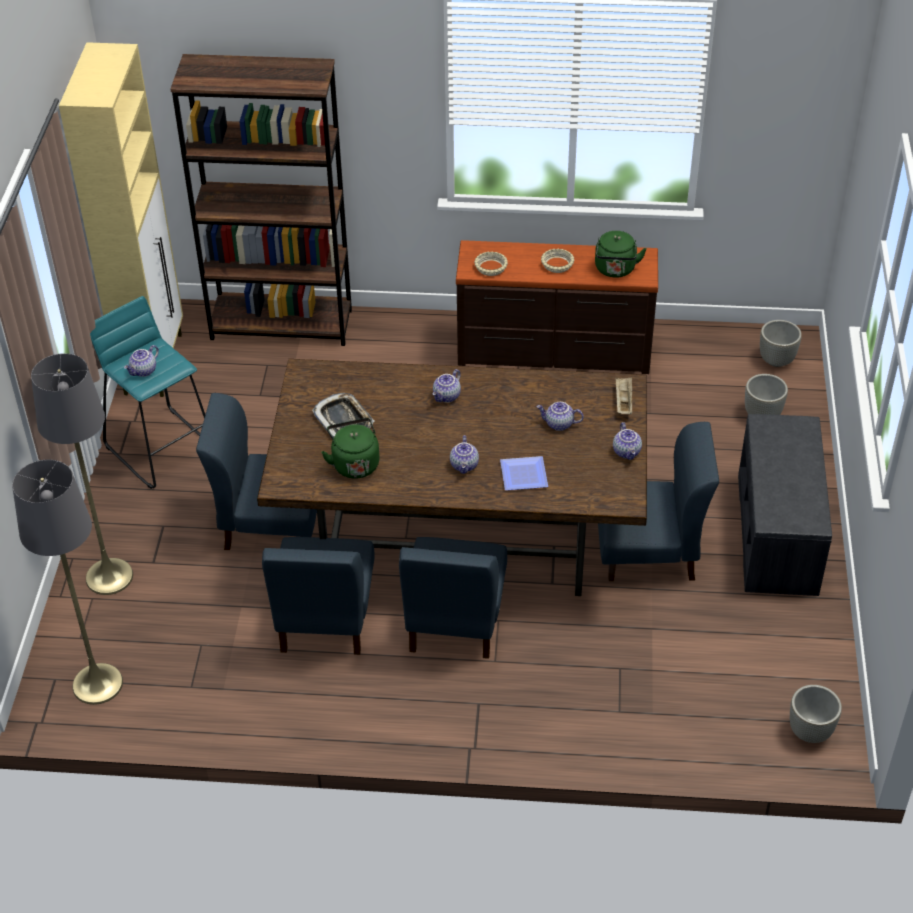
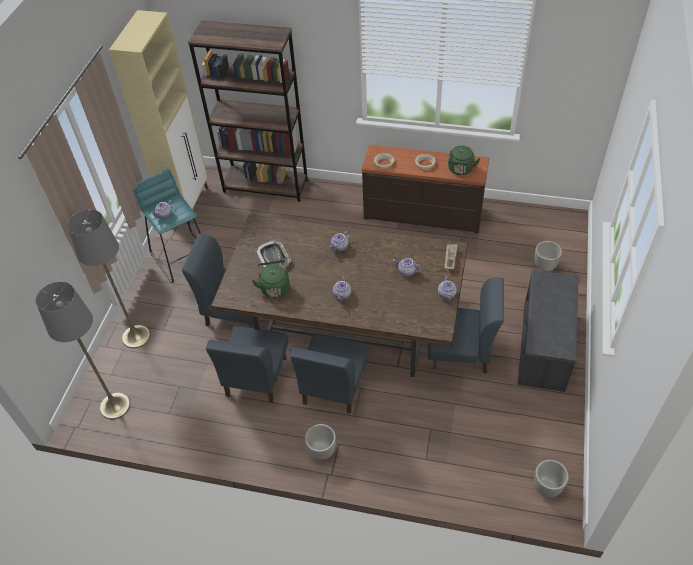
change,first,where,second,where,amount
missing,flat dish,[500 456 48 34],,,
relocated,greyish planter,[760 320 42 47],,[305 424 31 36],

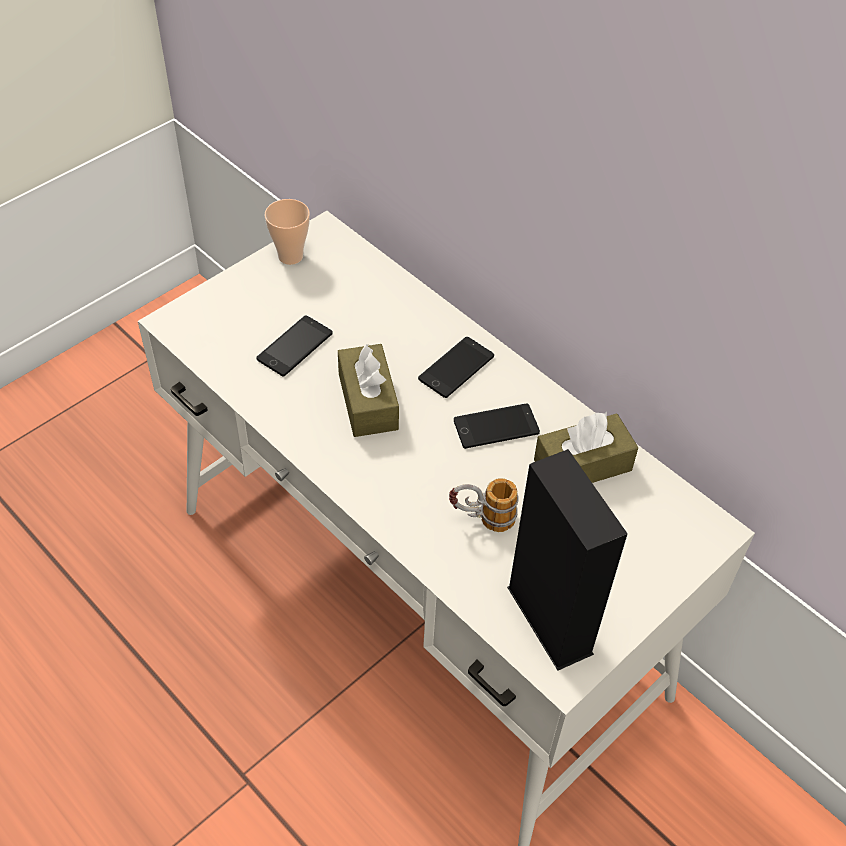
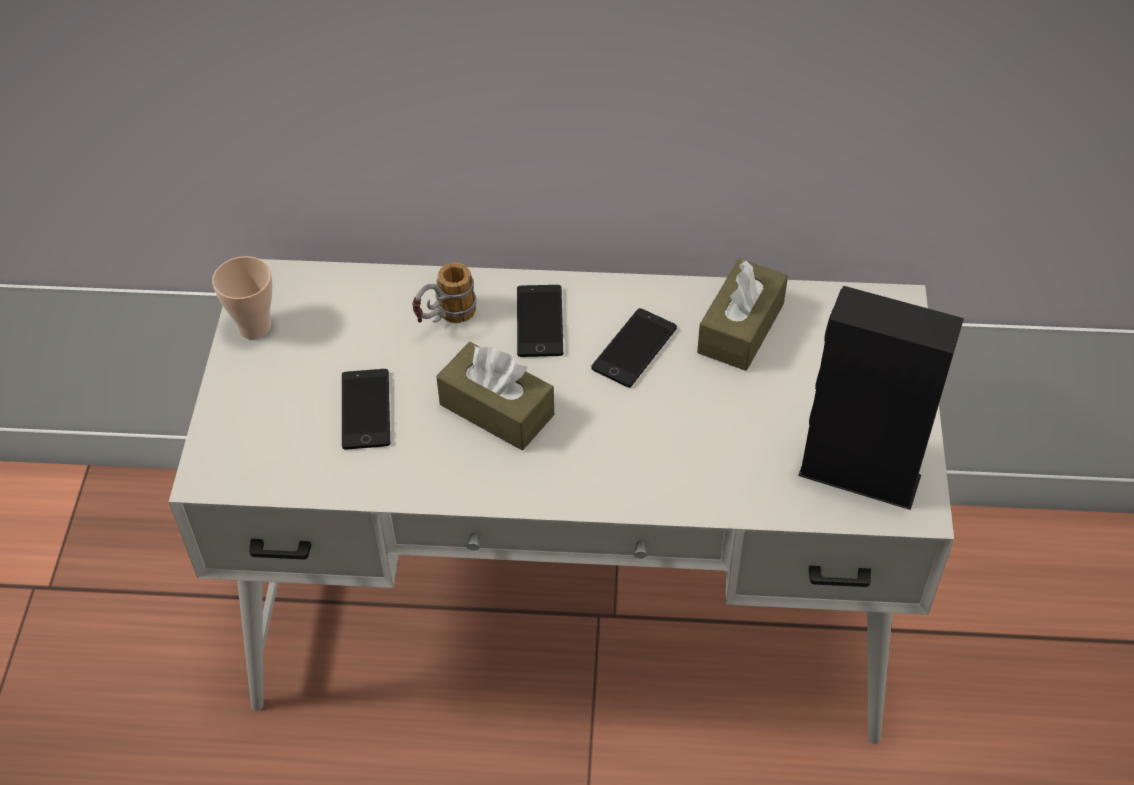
change,first,where,second,where,amount
relocated,mug,[449 478 70 54],,[412 263 64 60],

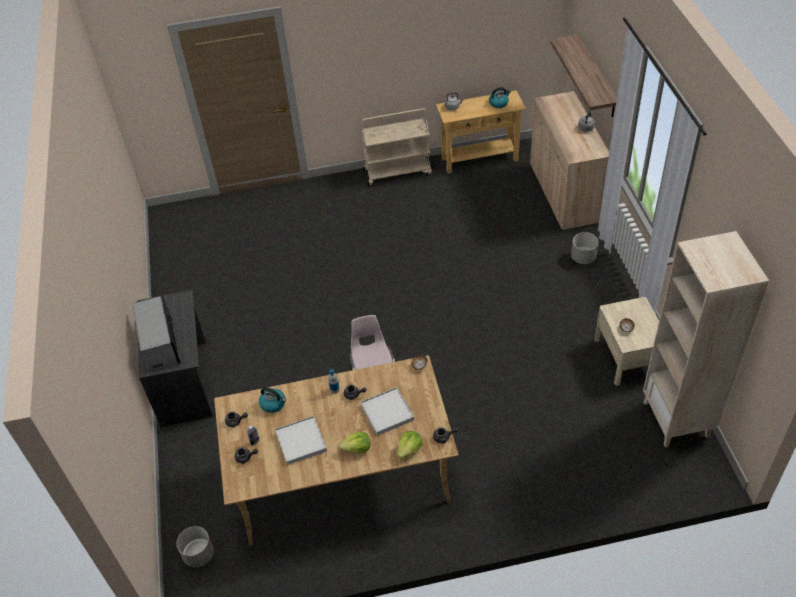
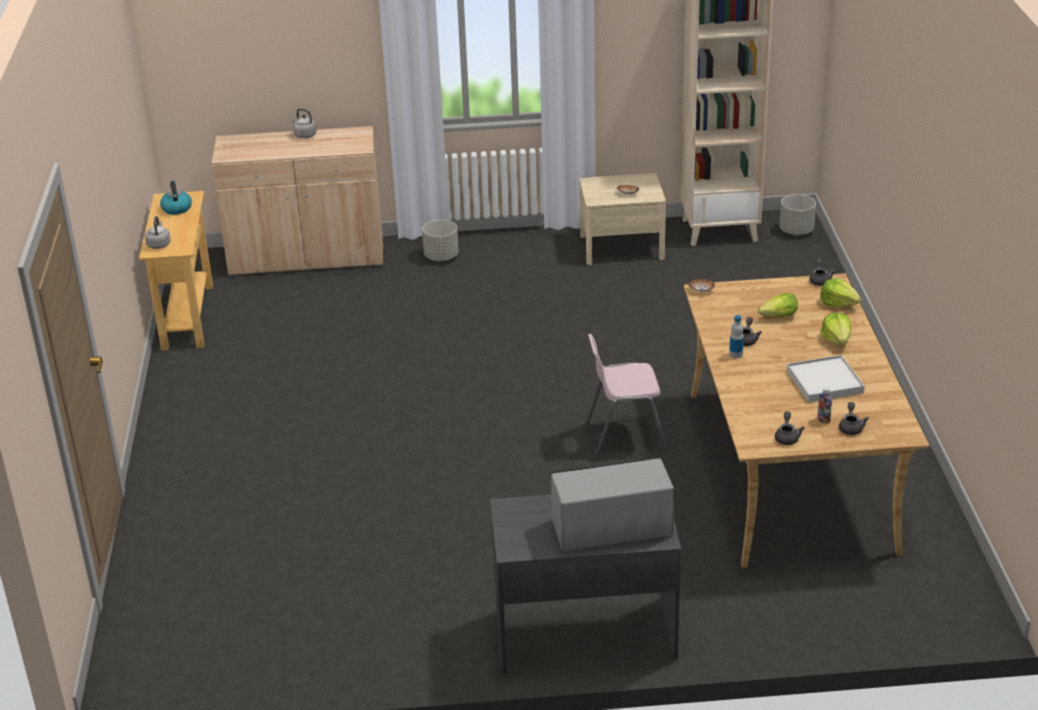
change,first,where,second,where,amount
relocated,greyish planter,[177 526 37 41],,[780 194 36 41],
missing,kettle,[259 387 27 26],,,
exchanged,whitish serving tray,[360 387 54 49],lettuce,[758 293 40 24],
missing,beige-coloured cart,[361 108 71 78],,,
missing,wall shelf,[550 35 67 82],,,

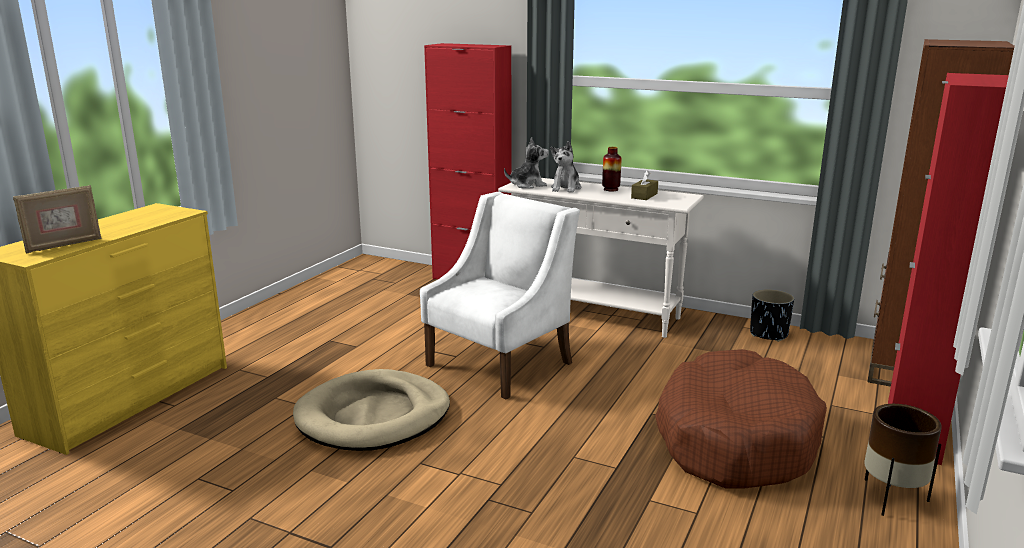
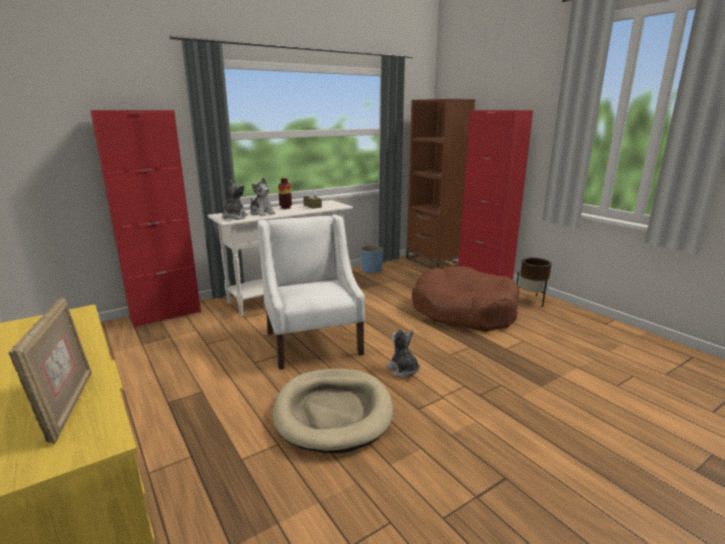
change,first,where,second,where,amount
colour,blackish planter,[750 289 44 53],blue planter,[361 245 22 29],
appeared,,,soft toy,[386 328 34 49],

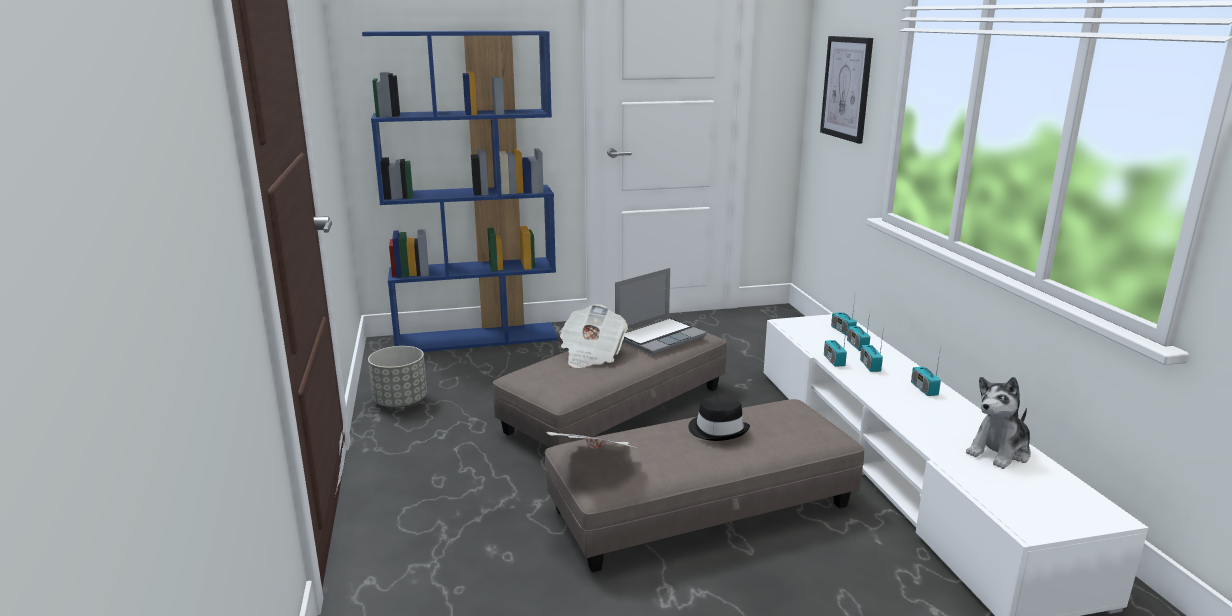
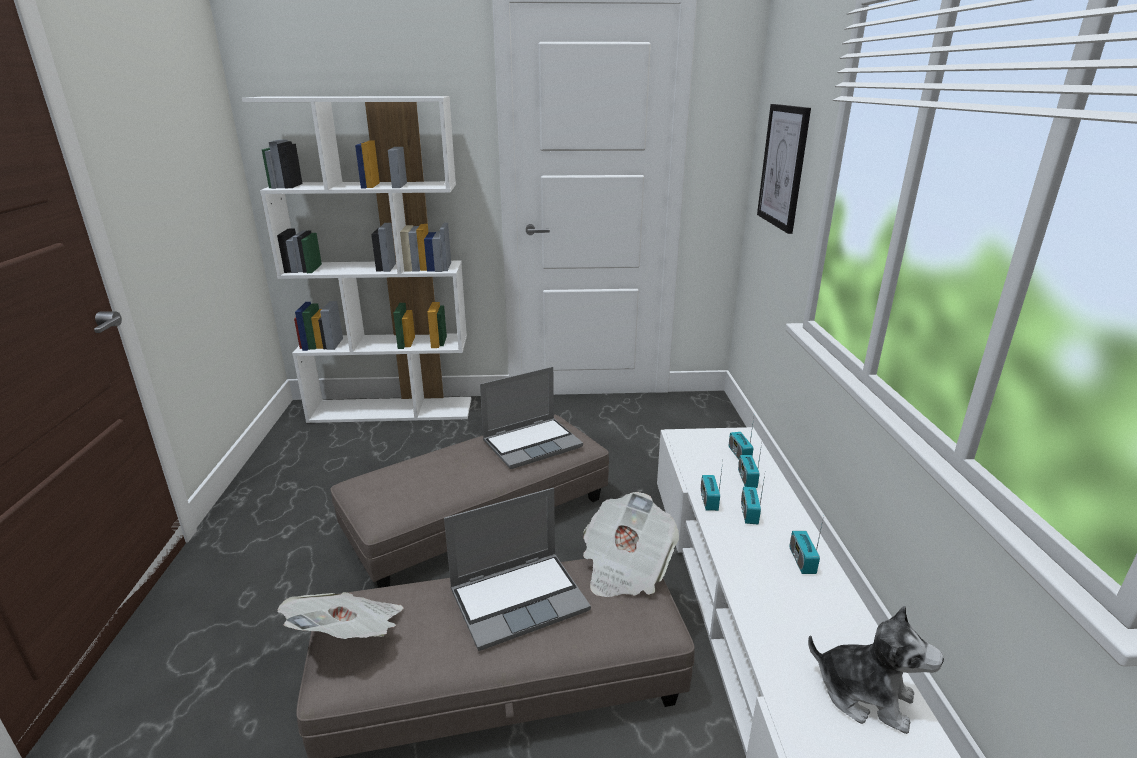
change,first,where,second,where,amount
colour,blue bookshelf,[362 31 196 321],whitish bookshelf,[242 96 229 327],
missing,greyish planter,[368 346 59 61],,,
relocated,daily paper,[559 304 69 64],,[583 492 96 105],
exchanged,blackish wearable hat,[689 397 61 44],portable computer,[444 488 147 163],
spun,soft toy,[966 377 65 92],,[808 606 136 128],120 degrees counterclockwise

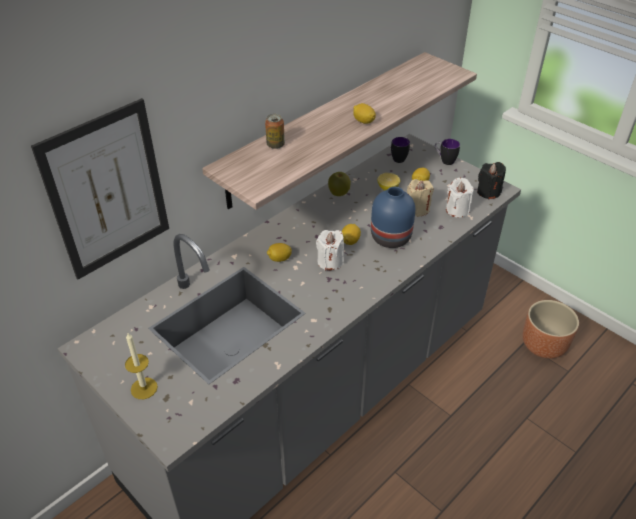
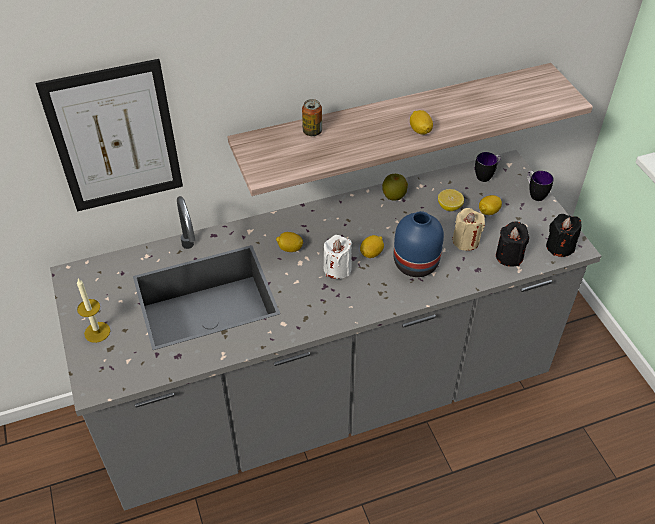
change,first,where,second,where,amount
colour,whitish wax light,[446 178 28 40],blackish wax light,[496 221 33 46],
missing,brownish planter,[523 300 56 59],,,

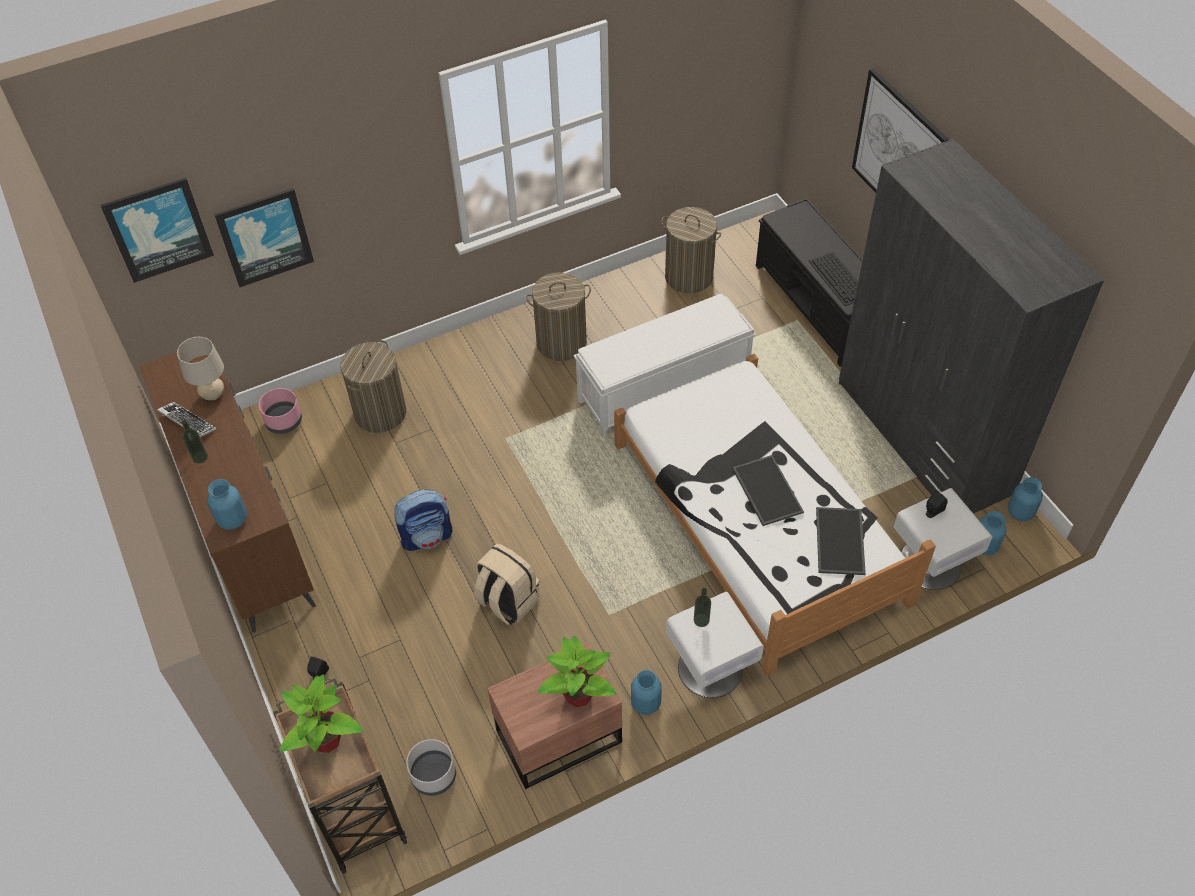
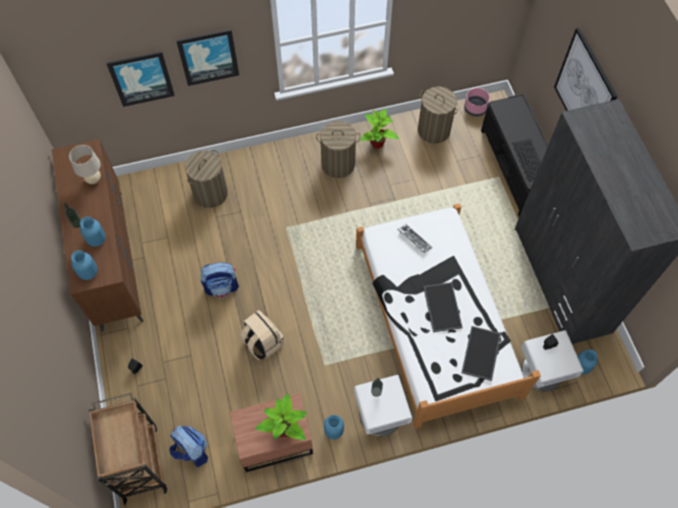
change,first,where,second,where,amount
relocated,wall picture,[100 178 114 105],,[176 29 63 57],
relocated,computer keyboard,[157 402 59 35],,[398 224 34 29],
relocated,pink planter,[259 388 43 46],,[464 88 26 28],
relocated,houseplant,[279 674 84 79],,[360 109 39 40],
exchanged,greyish planter,[406 739 50 57],backpack,[169 426 39 41],
missing,whitish indoor bench,[574 294 182 144],,,
relocated,blue vase,[1008 477 35 45],,[80 217 26 30],

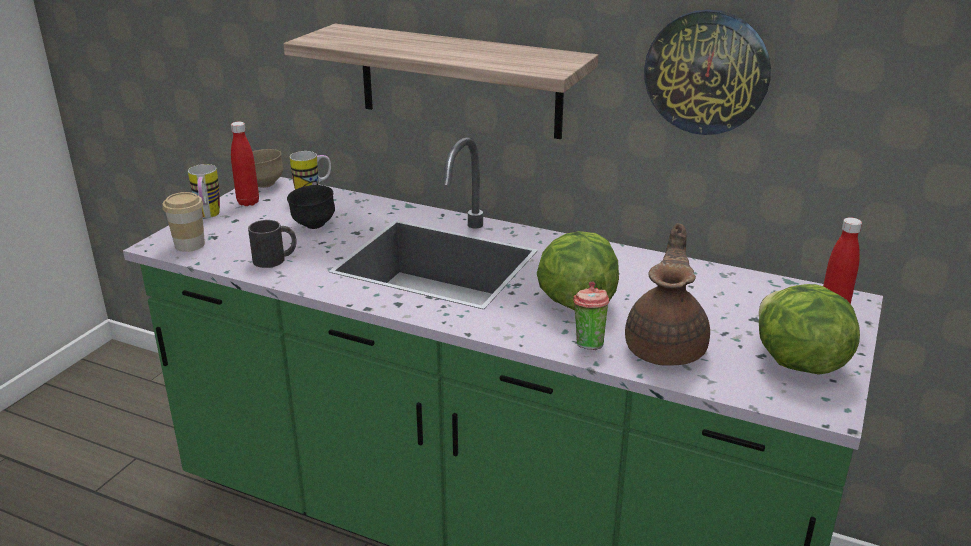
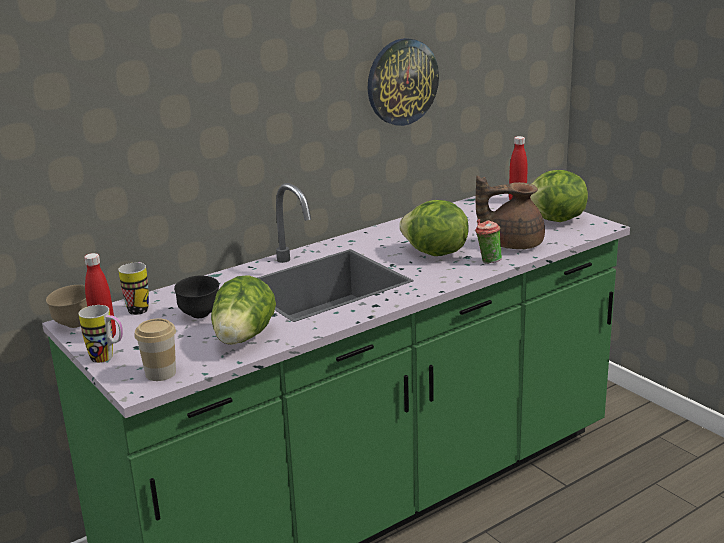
change,first,where,second,where,amount
exchanged,blackish mug,[248 220 49 48],lettuce,[211 275 65 70],
missing,wall shelf,[283 24 315 115],,,
spun,brownish pot for tea,[625 223 85 143],,[476 176 69 73],45 degrees counterclockwise

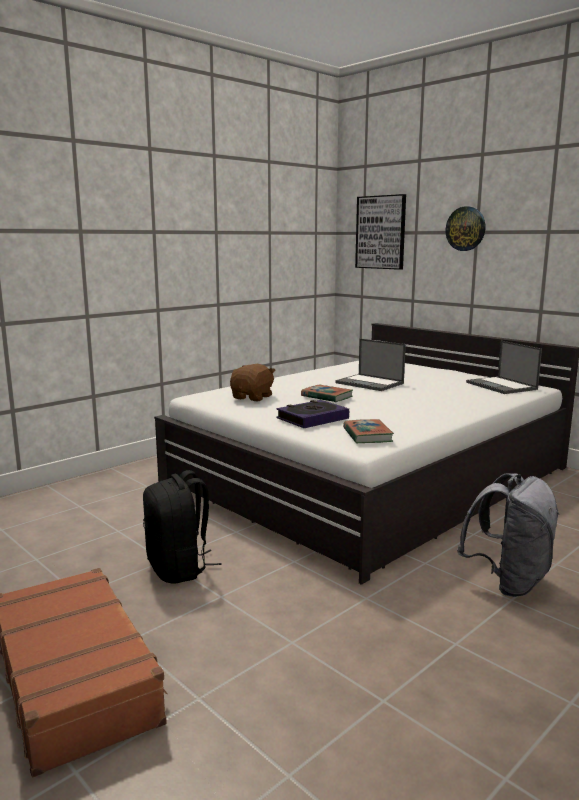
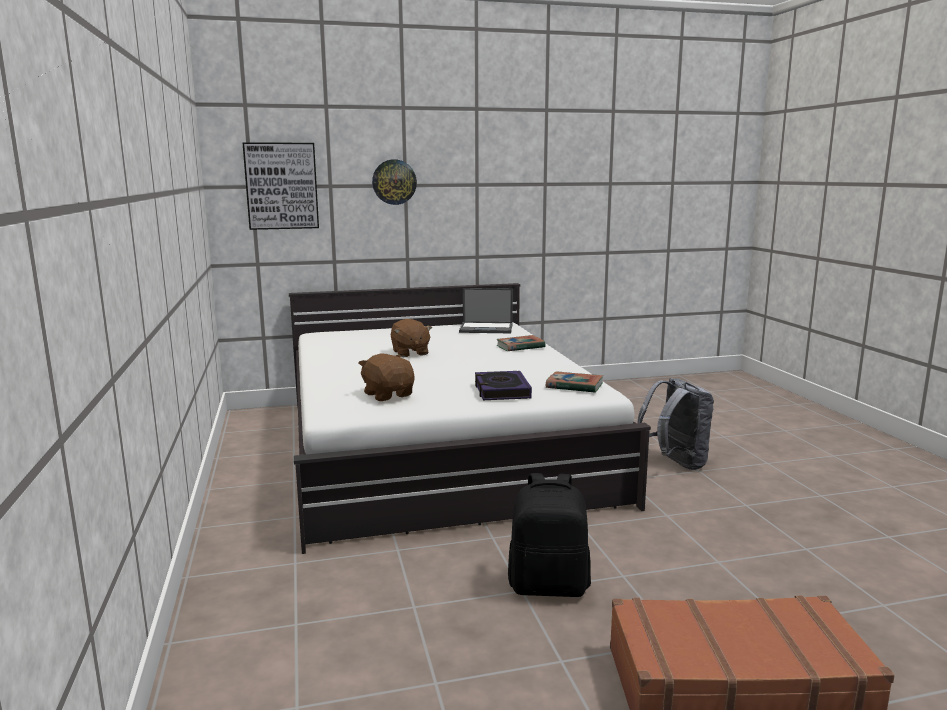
change,first,where,second,where,amount
relocated,volume,[301 384 52 18],,[496 335 50 16],
exchanged,portable computer,[335 339 71 52],brownish soft toy,[391 319 41 38],

